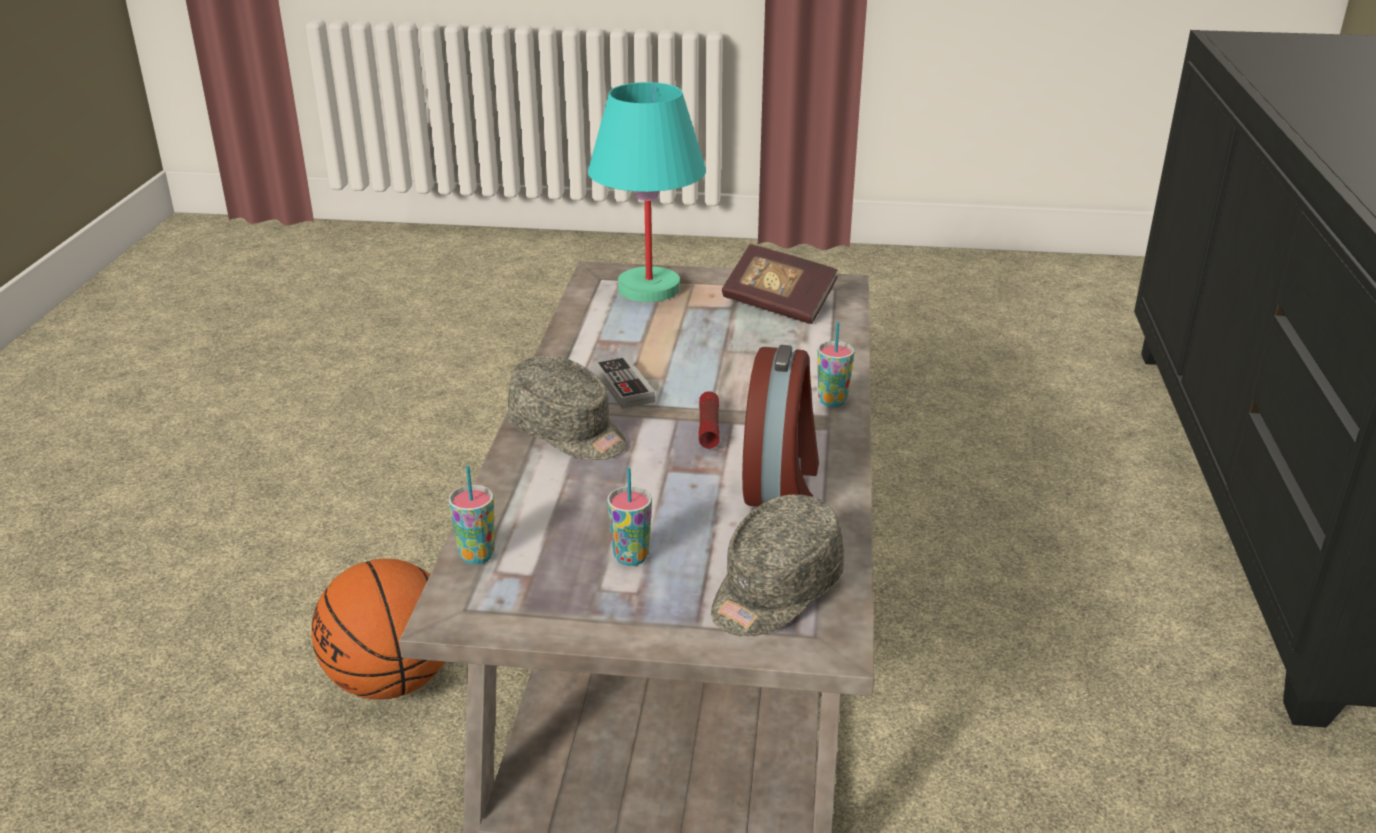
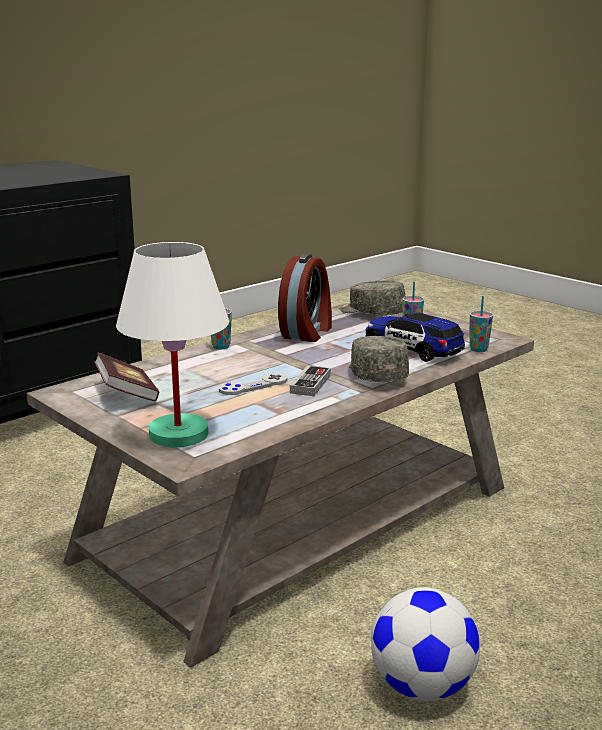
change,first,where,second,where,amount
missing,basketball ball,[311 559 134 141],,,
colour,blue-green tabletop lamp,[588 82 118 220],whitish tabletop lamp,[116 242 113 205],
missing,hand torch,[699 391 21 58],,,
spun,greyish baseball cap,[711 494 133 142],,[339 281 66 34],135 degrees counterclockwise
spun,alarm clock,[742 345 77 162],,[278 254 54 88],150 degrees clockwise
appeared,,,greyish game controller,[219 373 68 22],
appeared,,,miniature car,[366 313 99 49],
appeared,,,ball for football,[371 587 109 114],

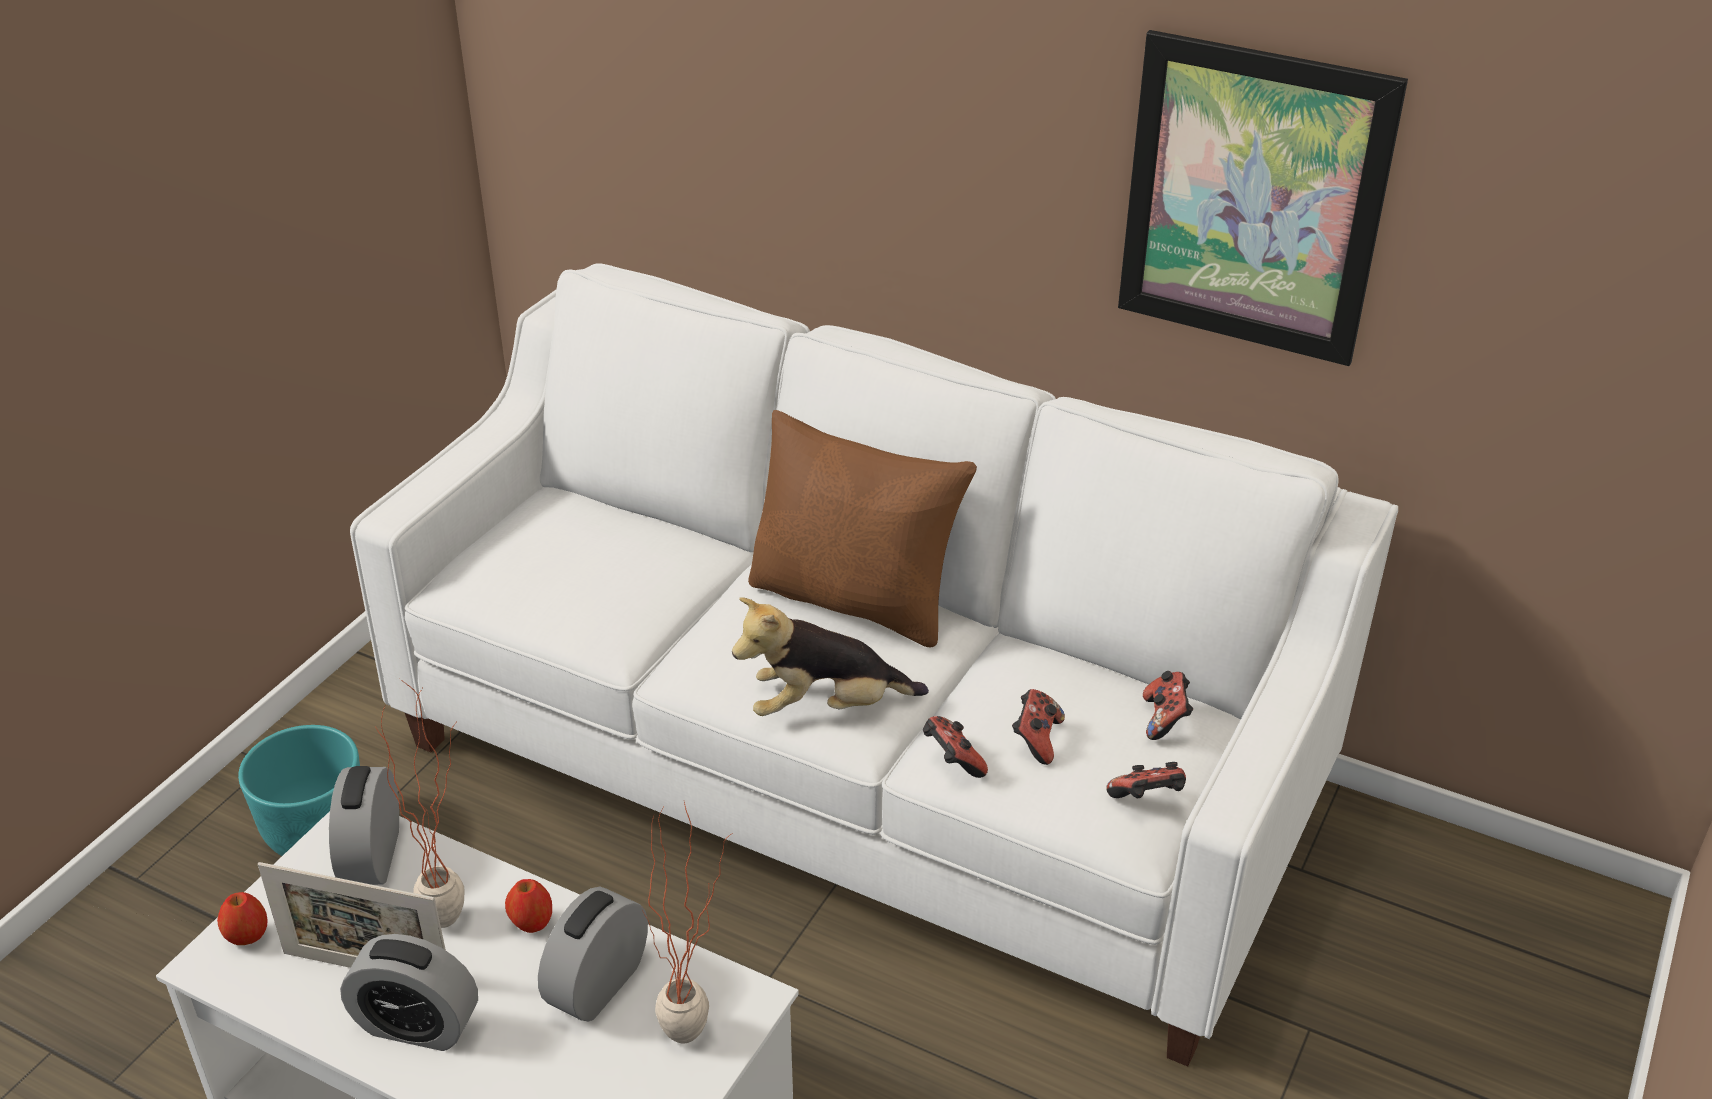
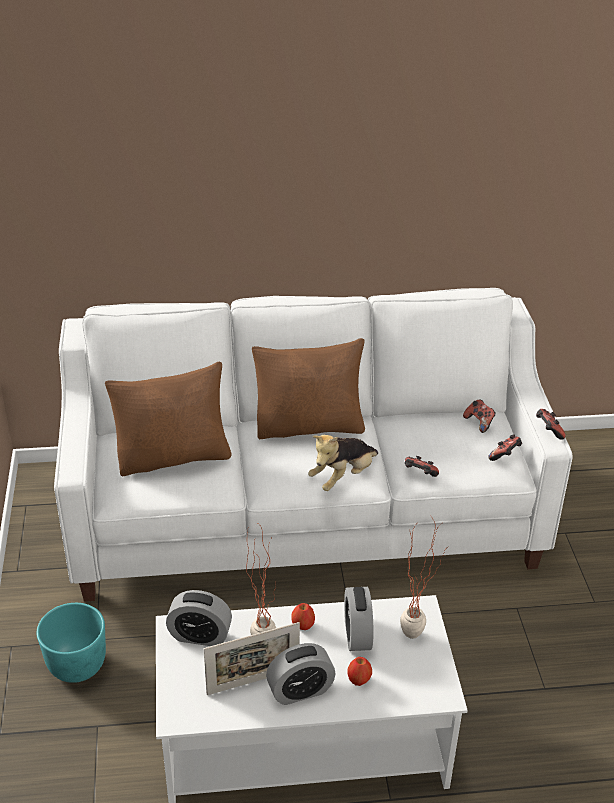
change,first,where,second,where,amount
relocated,apple,[217 892 51 53],,[347 657 25 29],
spun,alarm clock,[329 766 70 119],,[166 590 66 56],45 degrees counterclockwise
relocated,game controller,[1012 689 53 76],,[536 409 30 31],
missing,wall picture,[1118 30 290 336],,,
appeared,,,brownish cushion,[105 361 127 115],

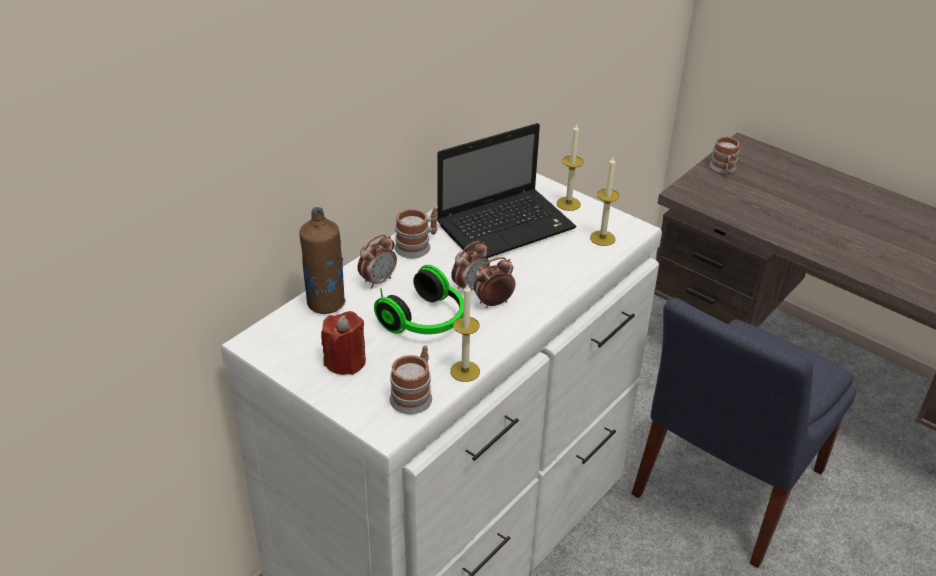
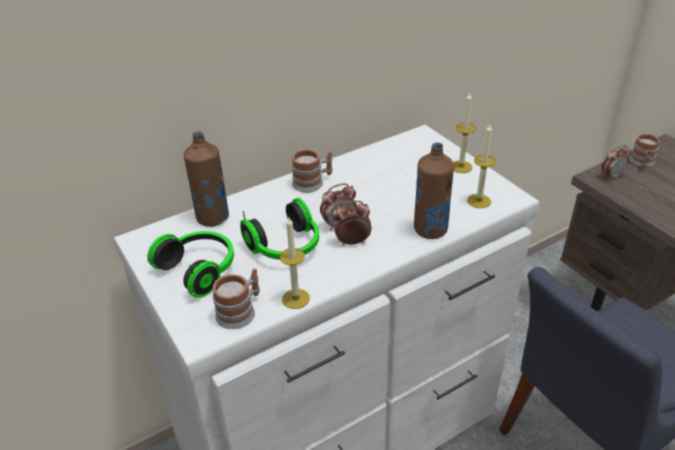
change,first,where,second,where,amount
exchanged,reddish wax light,[321 311 45 64],pair of headphones,[147 231 87 67],
relocated,alarm clock,[357 234 40 55],,[601 145 29 35],
missing,portable computer,[437 123 140 135],,,
appeared,,,brownish drink bottle,[414 143 40 96],

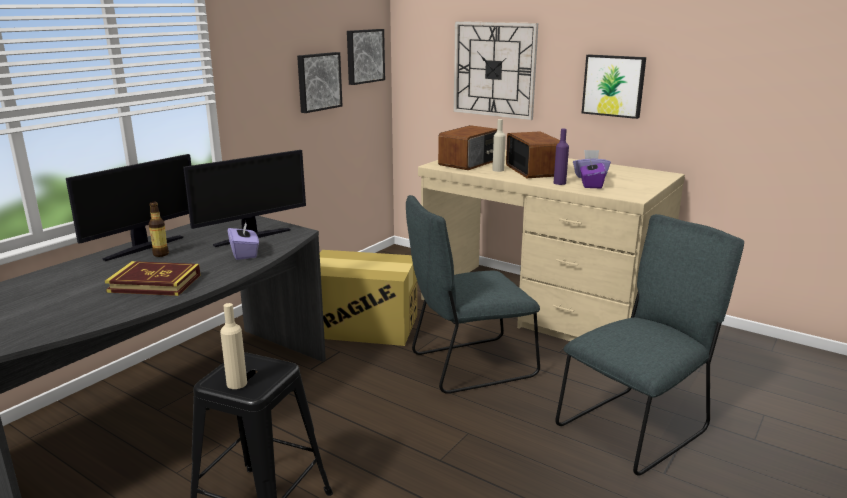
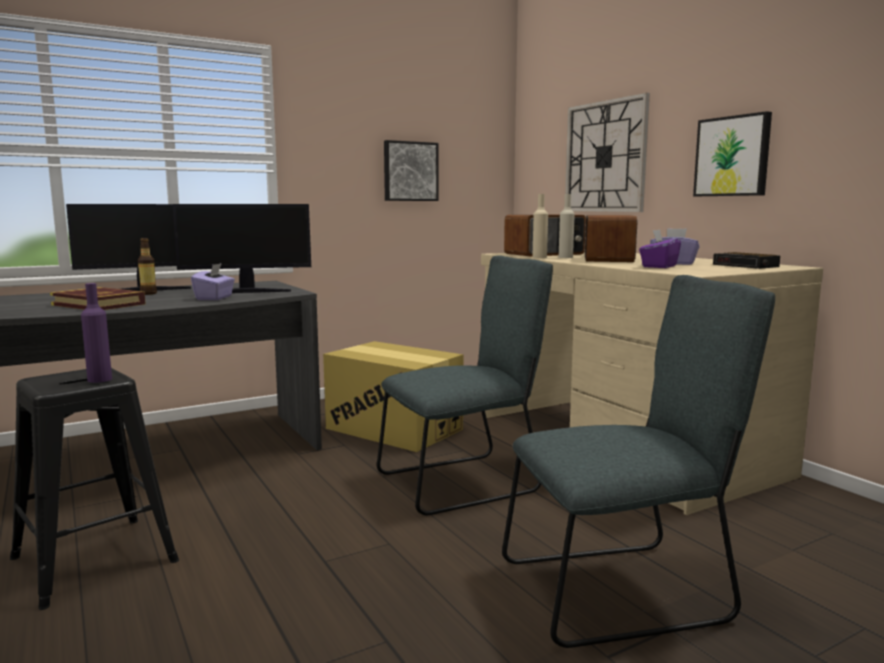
change,first,where,second,where,amount
relocated,beige-coloured drink bottle,[220 303 27 86],,[532 194 16 64],
missing,wall picture,[347 29 38 56],,,
spun,greyish chair,[406 195 134 199],,[377 255 176 260],150 degrees clockwise
relocated,purple drink bottle,[554 129 15 56],,[81 283 31 100],
appeared,,,alarm clock,[713 252 67 17],

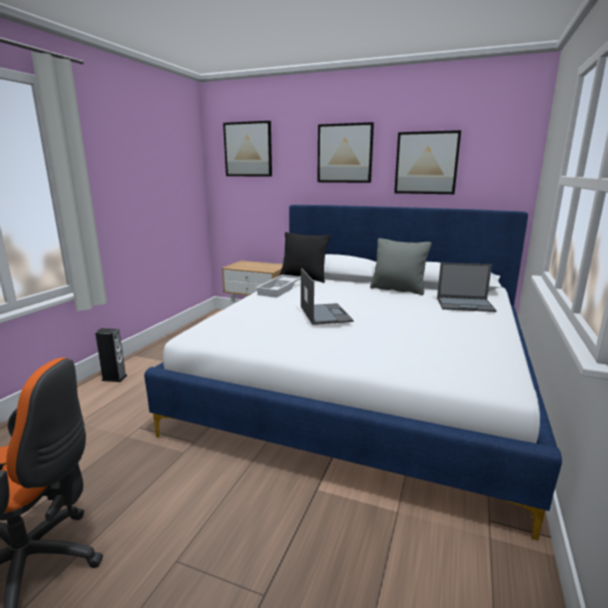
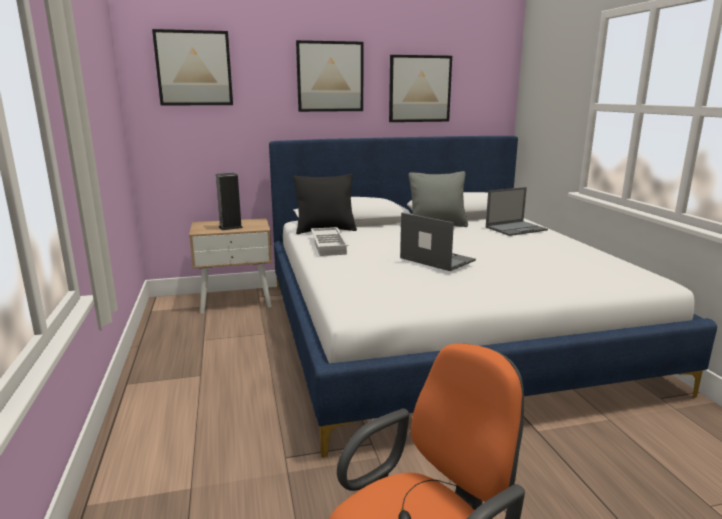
change,first,where,second,where,amount
relocated,speaker,[95 328 32 54],,[216 173 27 57],

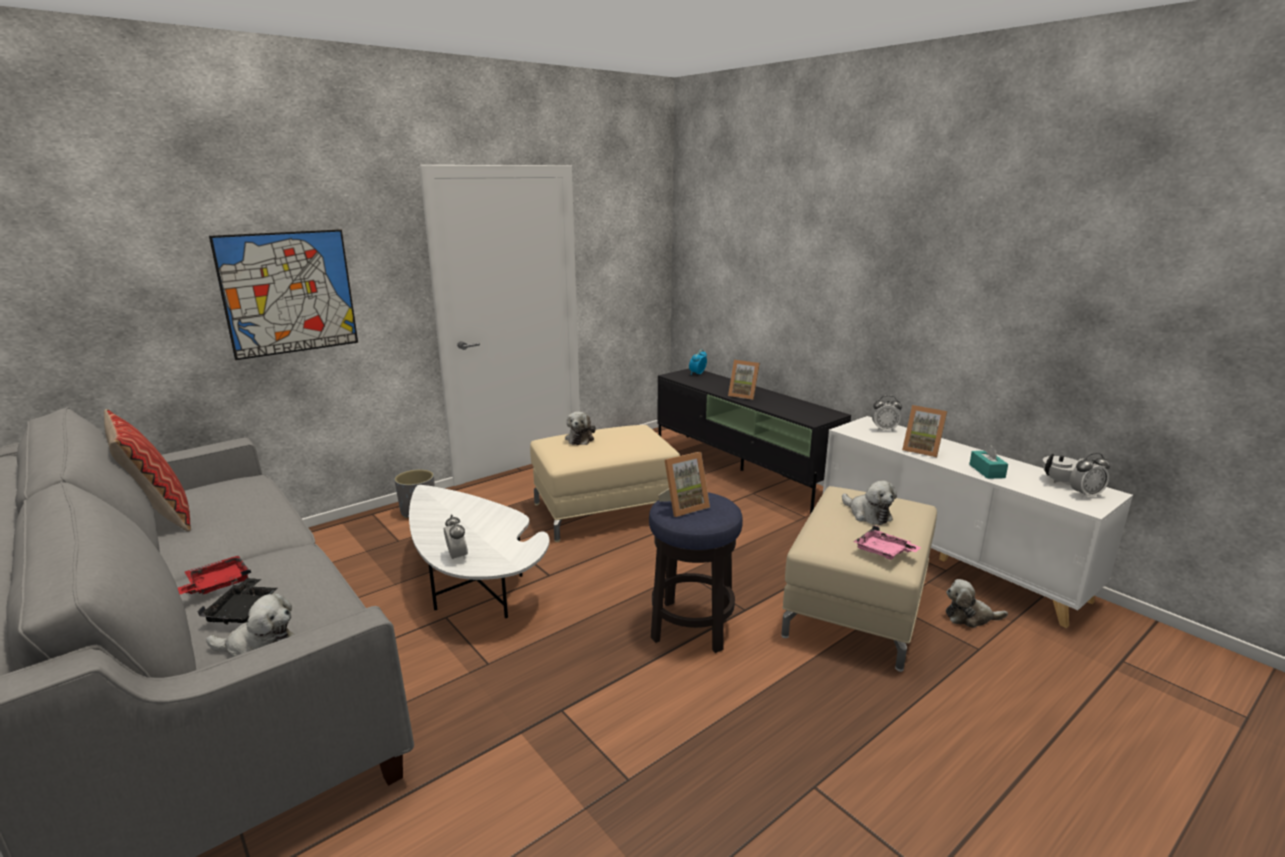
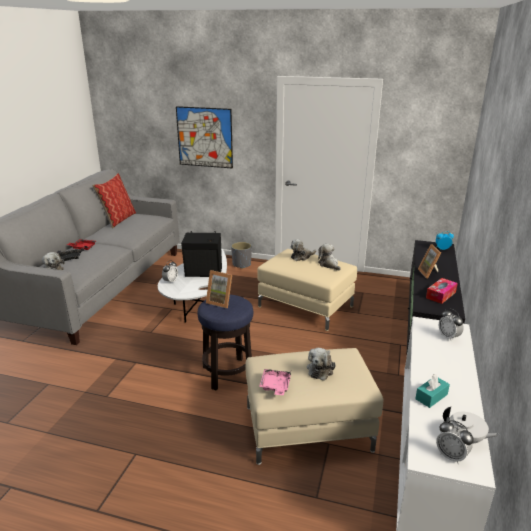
change,first,where,second,where,amount
missing,standing frame,[902 405 45 52],,,
relocated,soft toy,[946 579 62 49],,[318 244 23 27],
appeared,,,blackish speaker,[181 231 41 46],
appeared,,,box of tissues,[426 278 32 26],

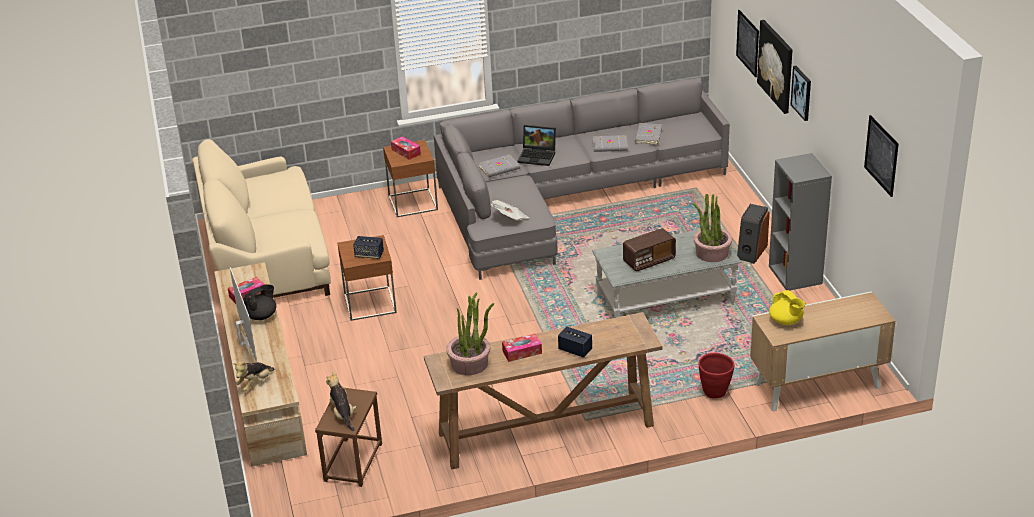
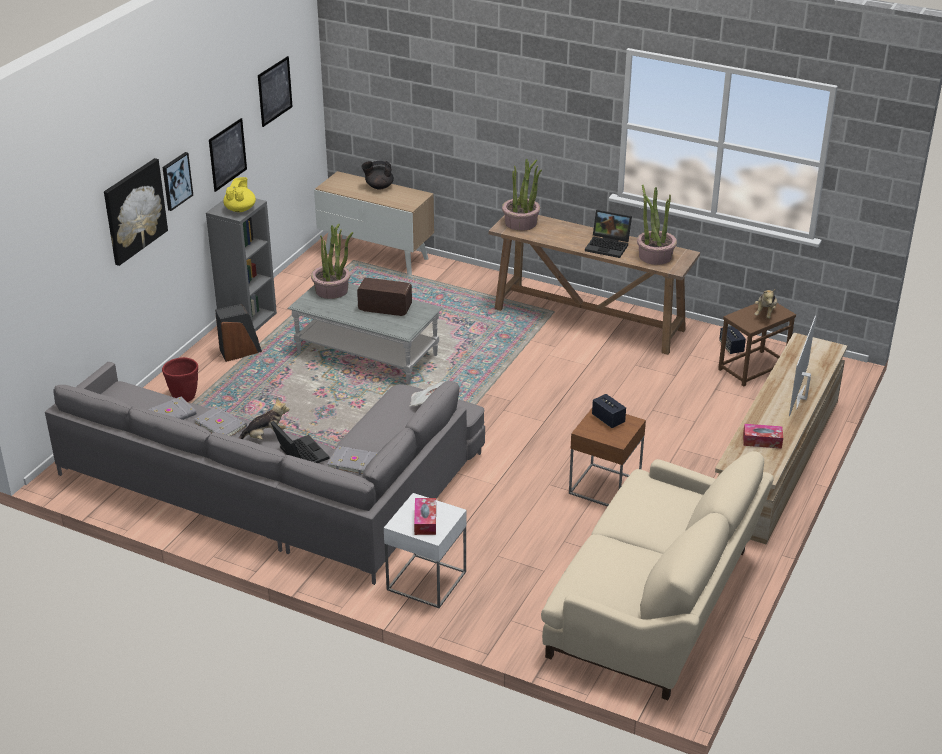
change,first,where,second,where,amount
relocated,soft toy,[233 362 42 29],,[239 398 50 42],
relocated,blackish pot for tea,[243 284 33 36],,[362 161 32 28],
colour,brownish end table,[383 140 55 77],whitish end table,[384 493 83 115],
exchanged,box of tissues,[502 334 40 28],portable computer,[585 210 47 48],
relocated,speaker,[558 327 34 31],,[719 326 27 28],
relocated,reddish planter,[698 353 36 45],,[162 357 36 45],
relocated,wall picture,[736 10 23 67],,[209 118 38 74],
relocated,yellowish pot for tea,[769 290 36 35],,[223 177 33 35],
appeared,,,houseplant,[502 158 40 73],

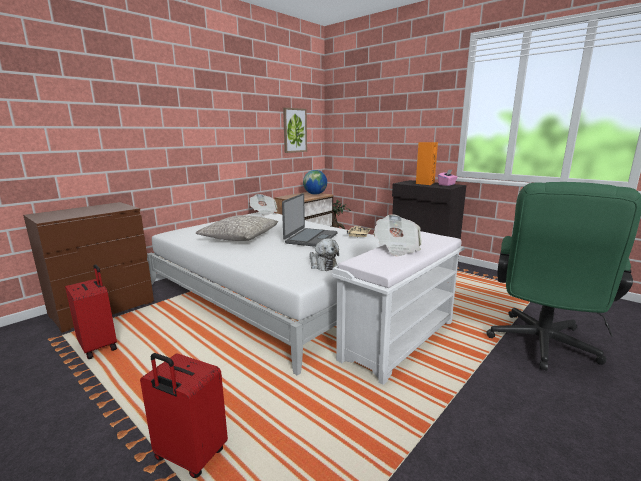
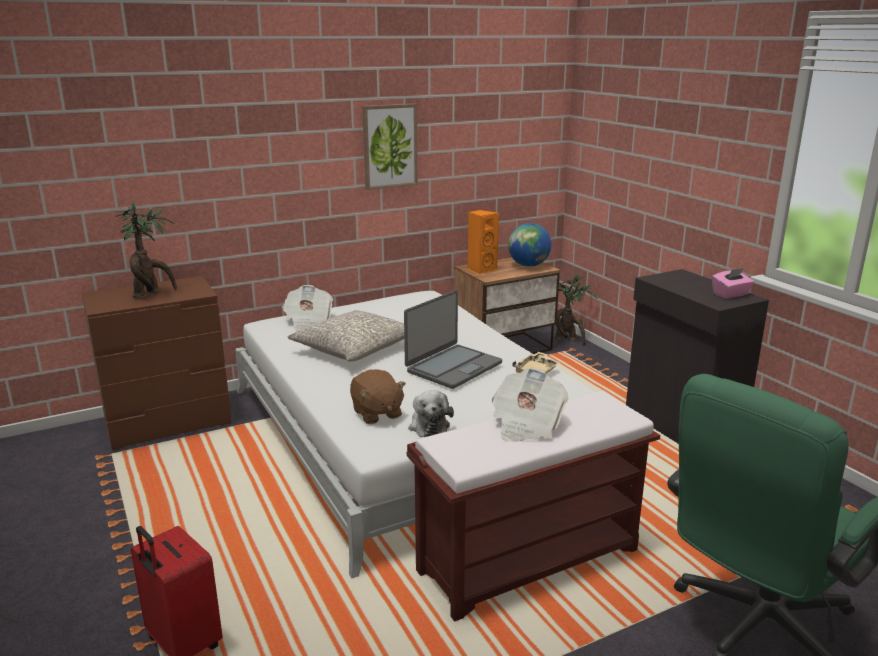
change,first,where,second,where,amount
missing,reddish travel case,[65 264 52 95],,,
relocated,daily paper,[250 194 27 22],,[282 285 51 46],
relocated,wall picture,[283 108 24 45],,[363 104 55 86],
colour,whitish indoor bench,[332 231 133 154],brownish indoor bench,[407 391 253 230],
relocated,orange speaker,[416 142 22 43],,[468 209 31 66],
appeared,,,houseplant,[115 201 62 97],
appeared,,,brownish soft toy,[350 369 56 55],

